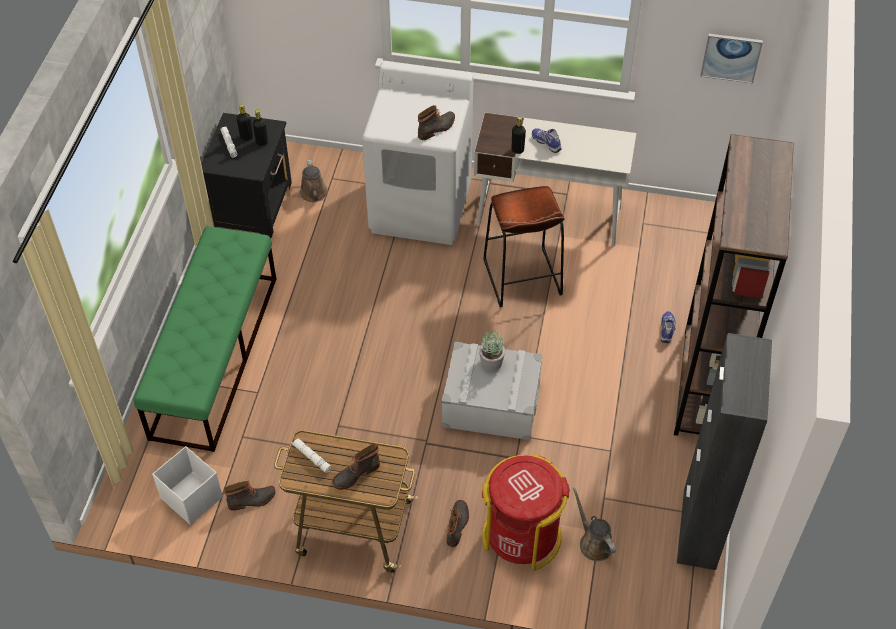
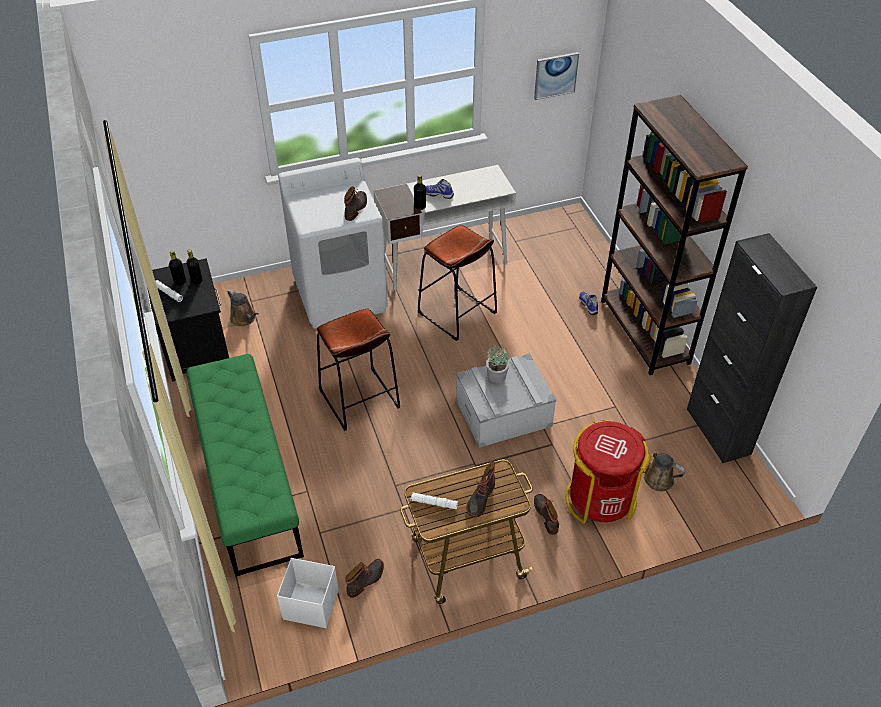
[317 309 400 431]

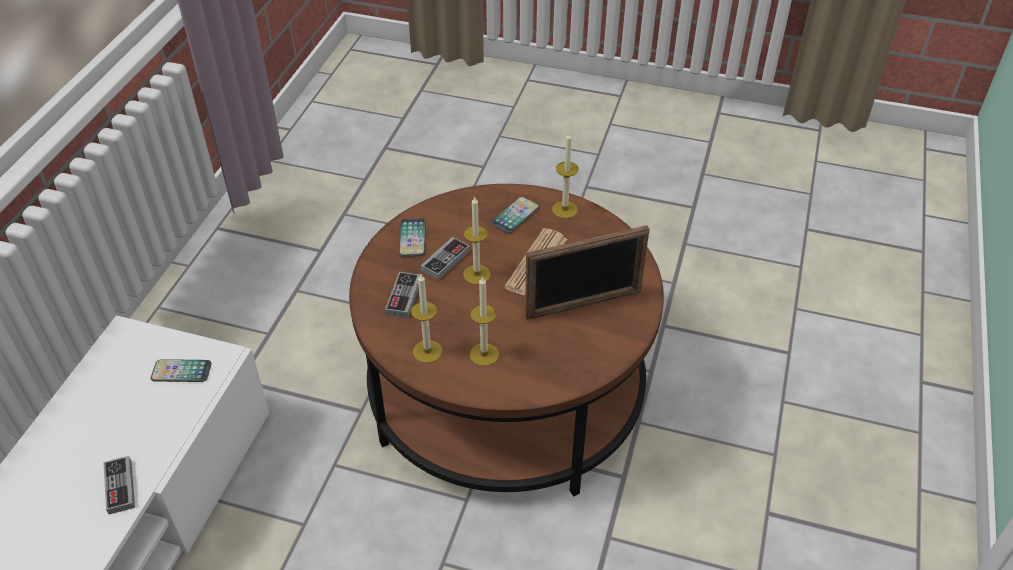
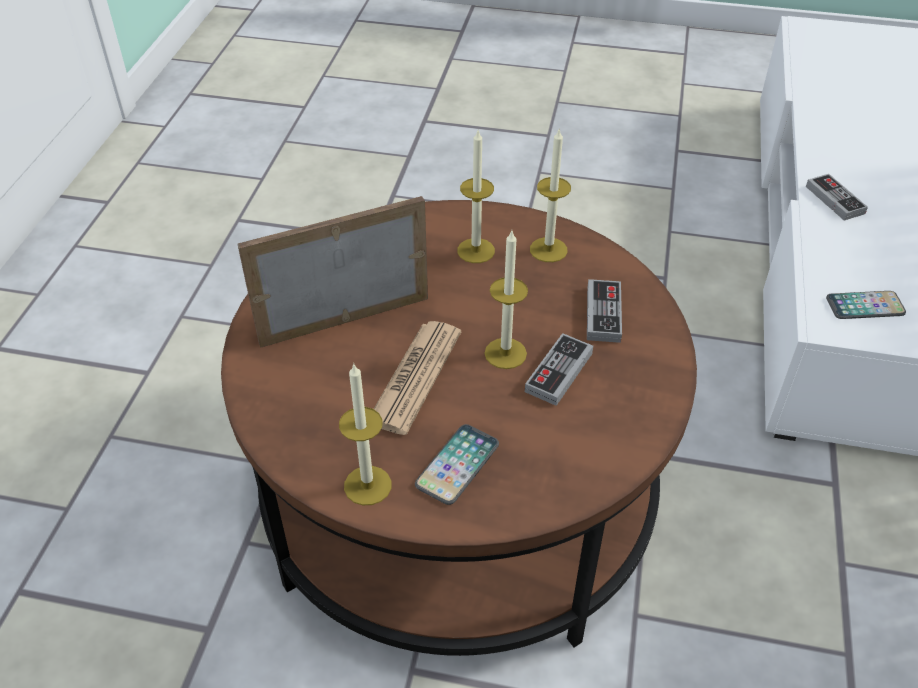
[399 218 426 257] (first image)

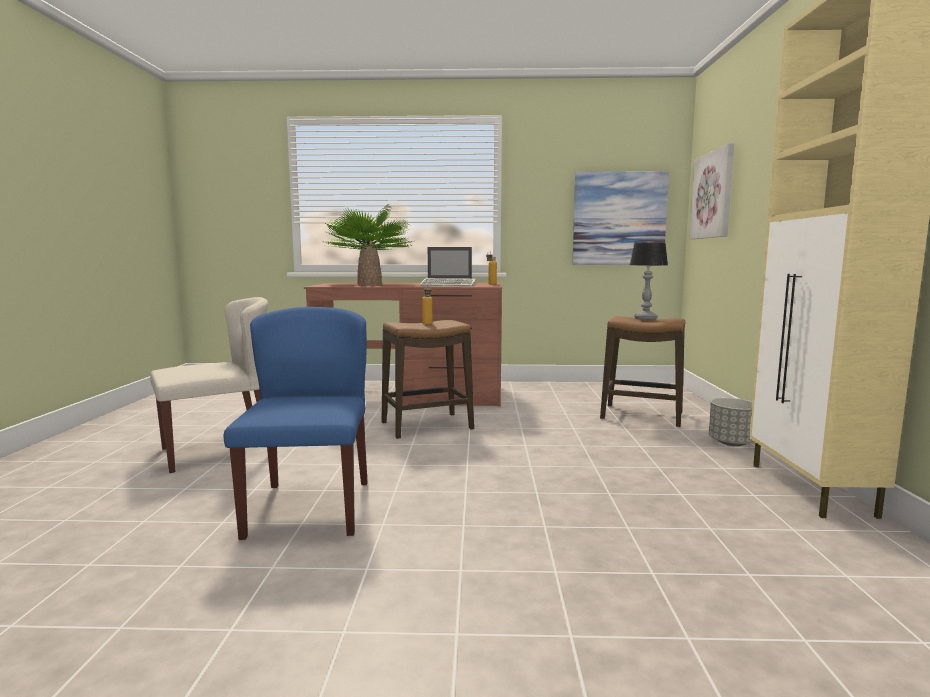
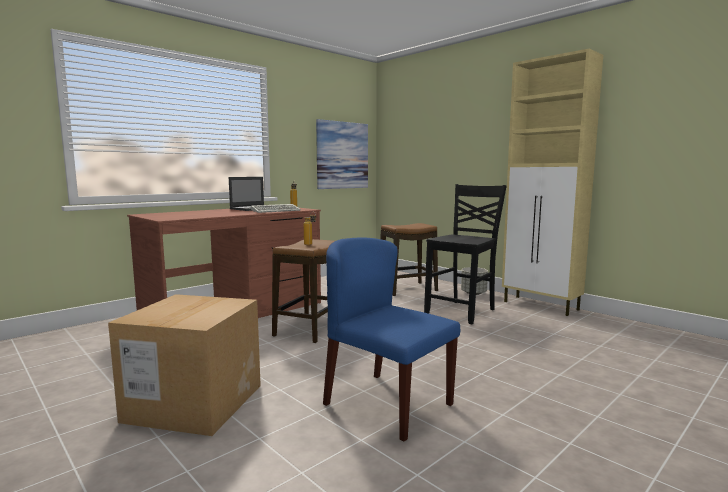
[689 143 734 239] (first image)
[322 203 412 285] (first image)
[630 242 668 320] (first image)
[108 294 261 436]
[424 184 507 325]

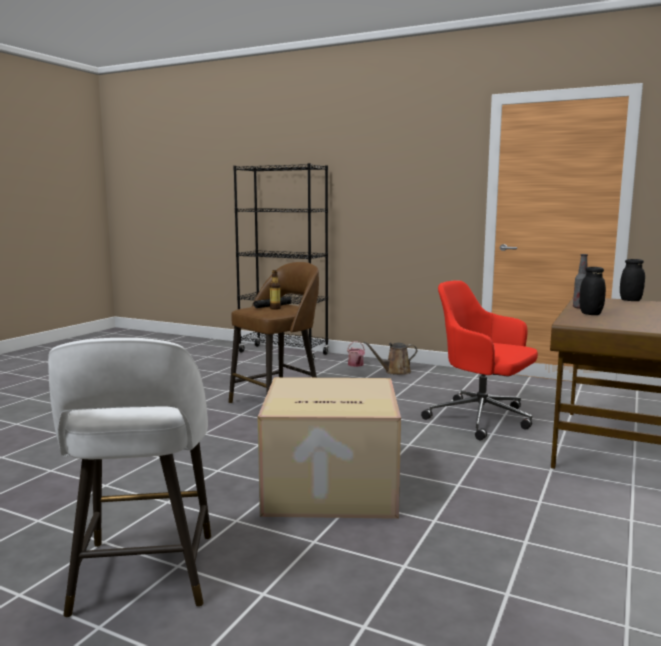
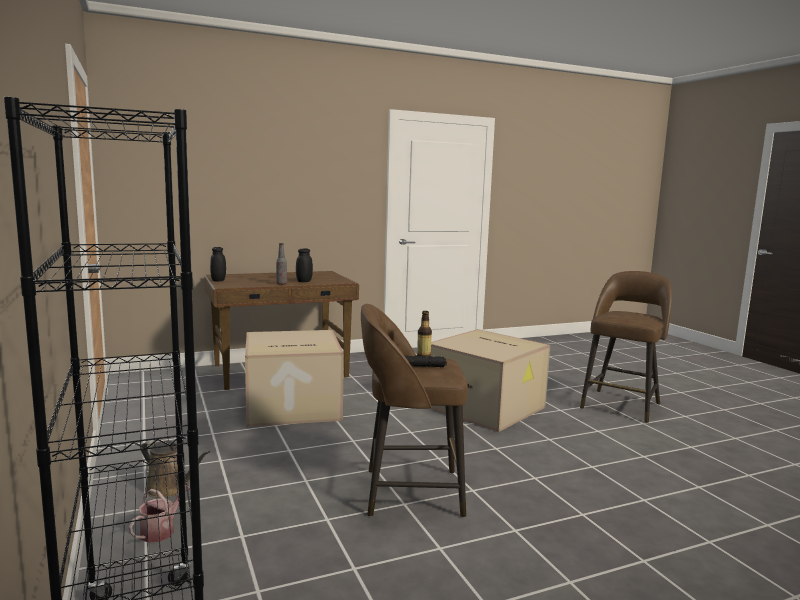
[245 330 344 427]
[580 271 672 423]

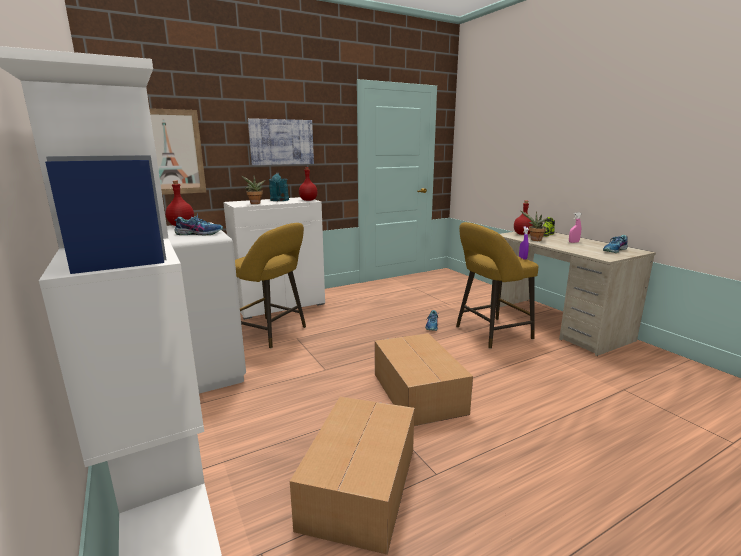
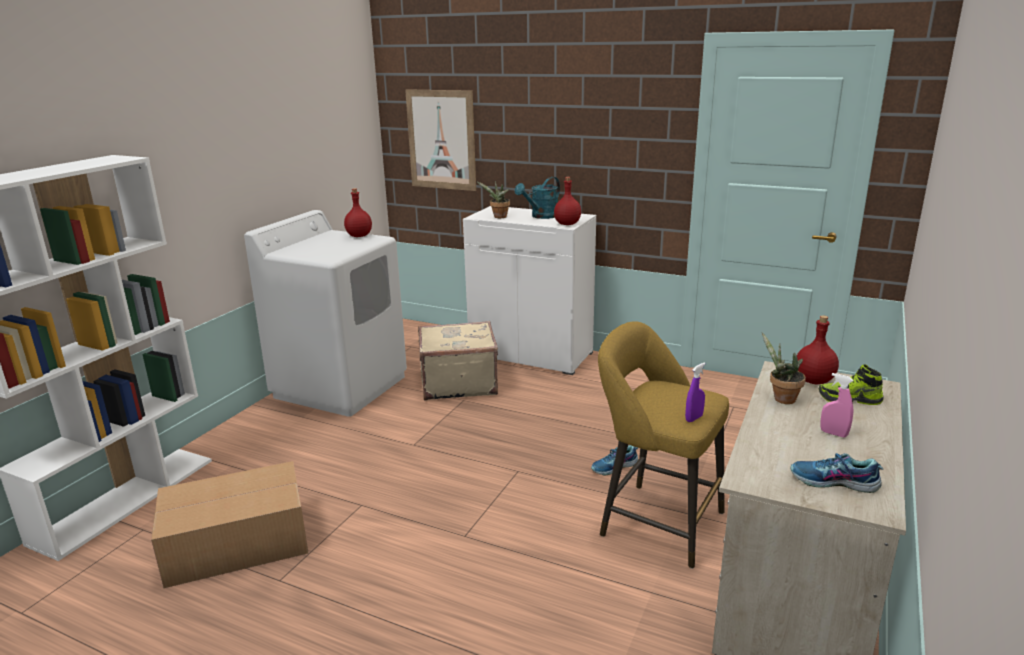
[248 118 314 165] (first image)
[174 213 223 235] (first image)
[418 321 498 401]
[375 333 473 426] (first image)

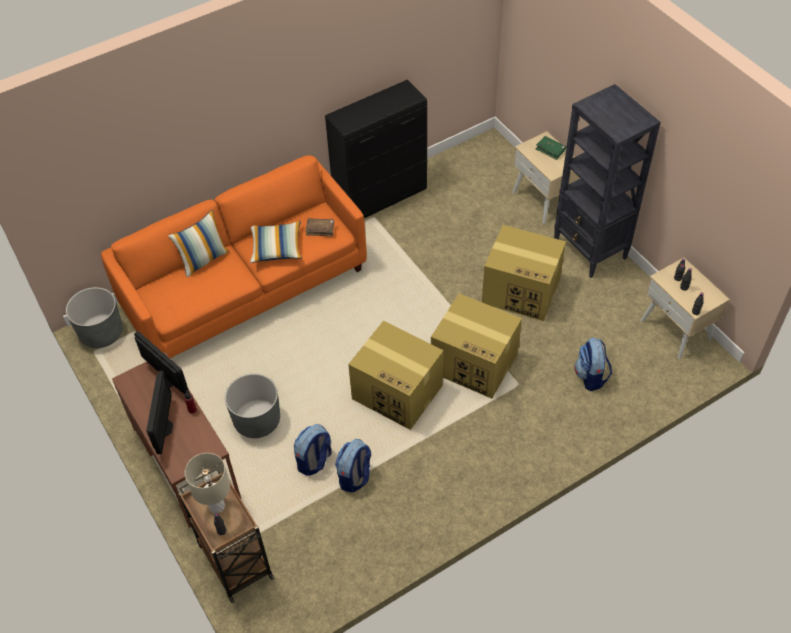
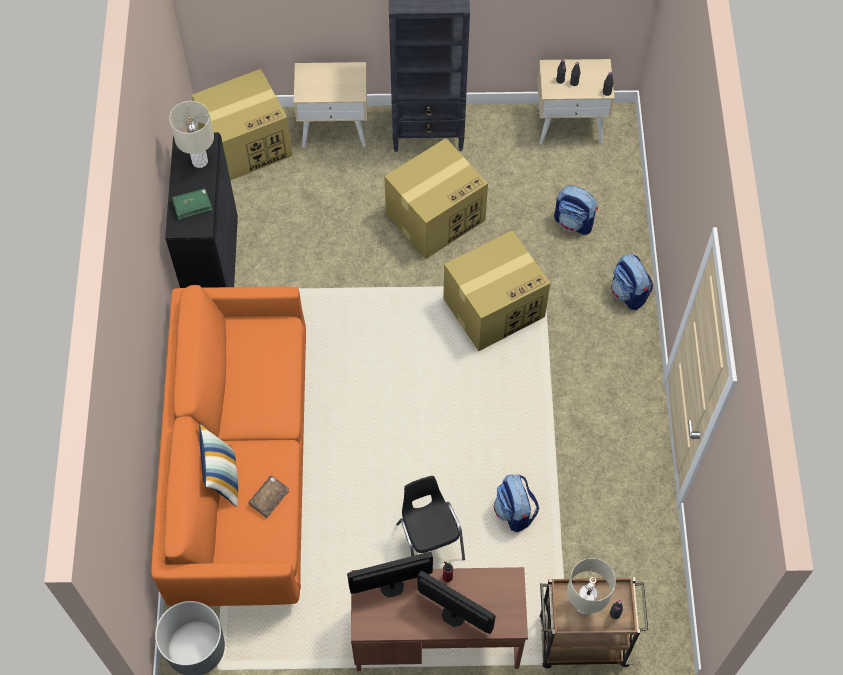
[172 188 212 220]
[248 476 289 518]
[250 221 302 263] (first image)
[192 69 292 181]
[396 476 465 561]
[611 254 653 310]
[169 101 214 168]

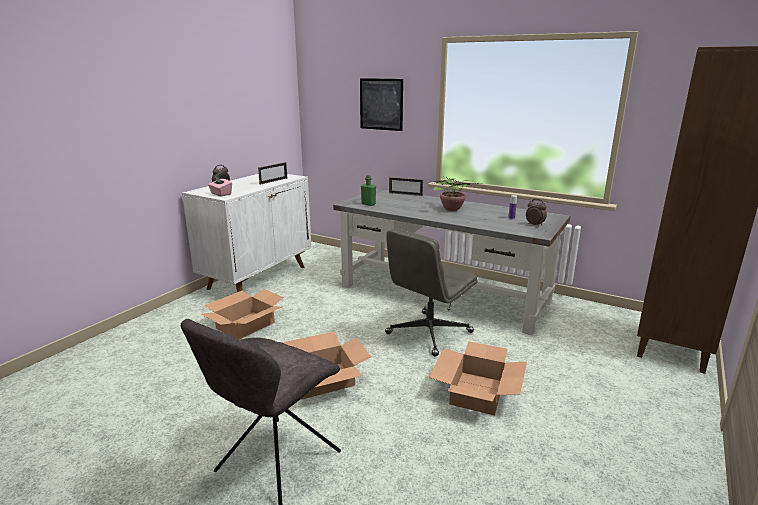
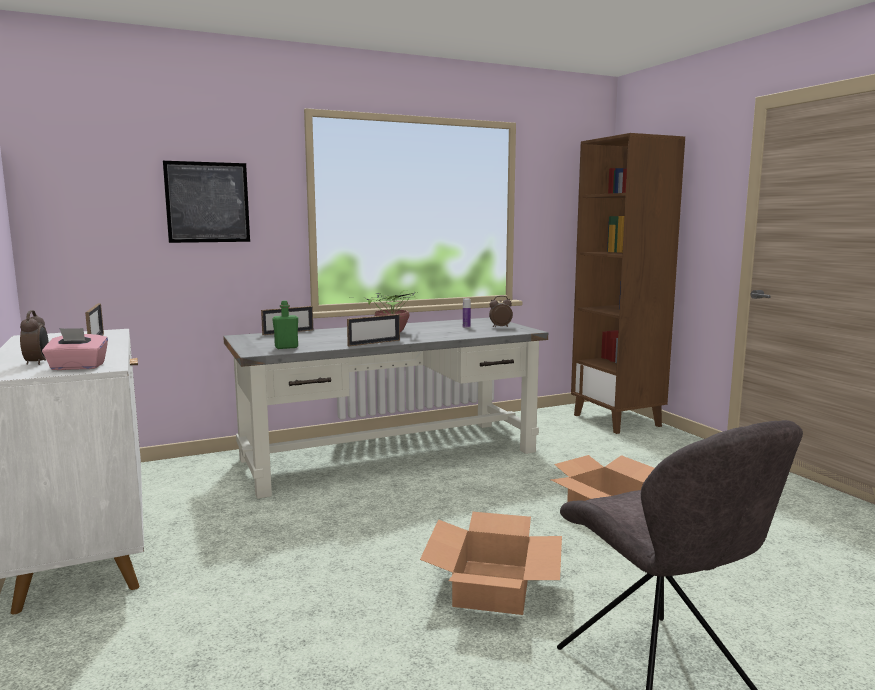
[385 228 478 357] (first image)
[201 289 284 339] (first image)
[347 314 400 346]

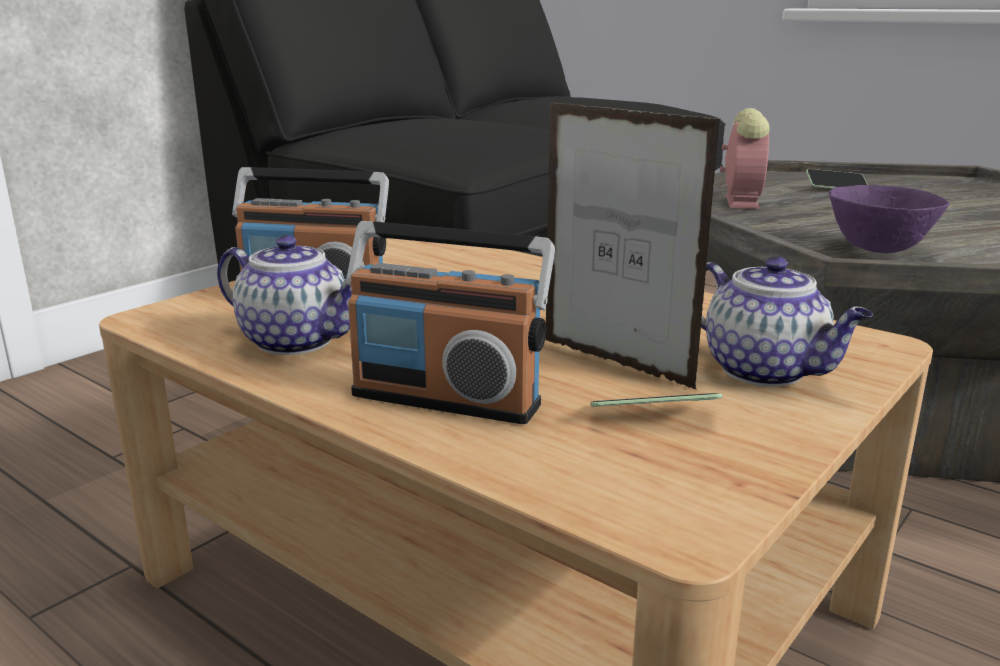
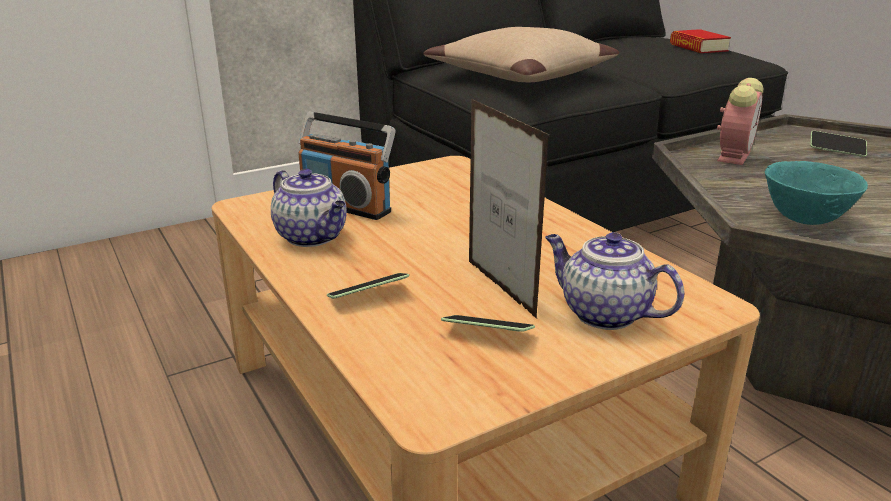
[765 161 868 225]
[327 273 409 299]
[545 232 685 330]
[423 27 619 82]
[670 29 731 53]

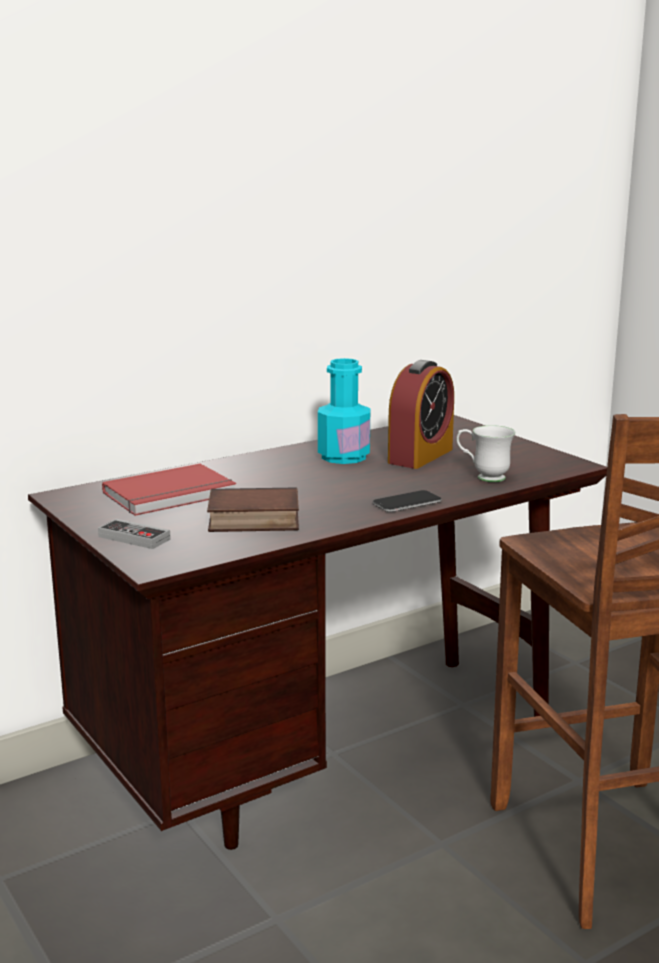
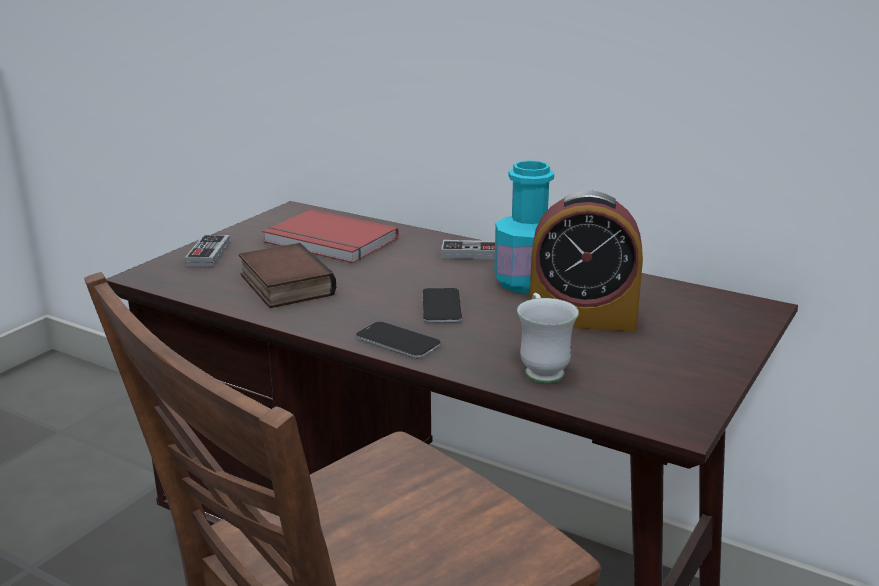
[441 240 495 260]
[422 288 462 323]

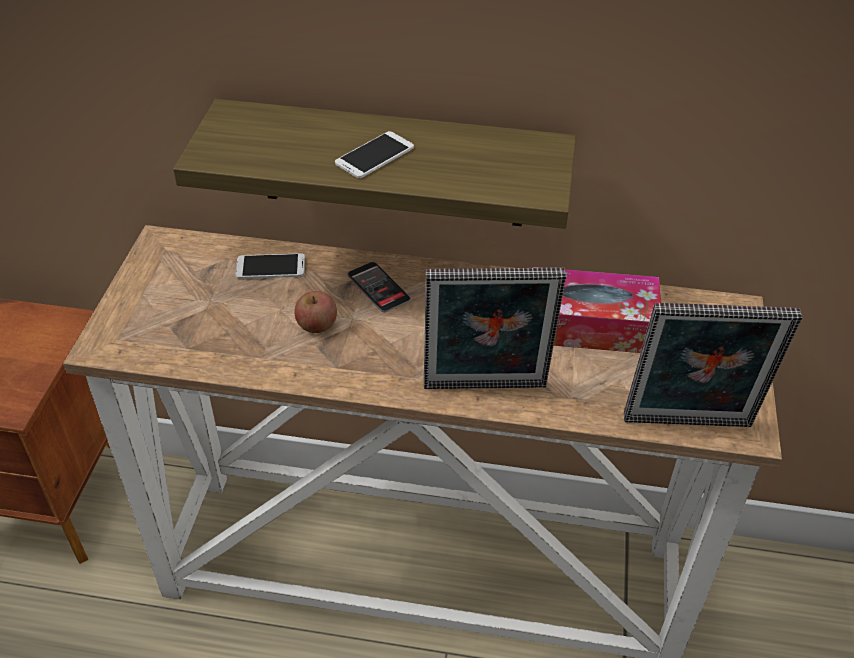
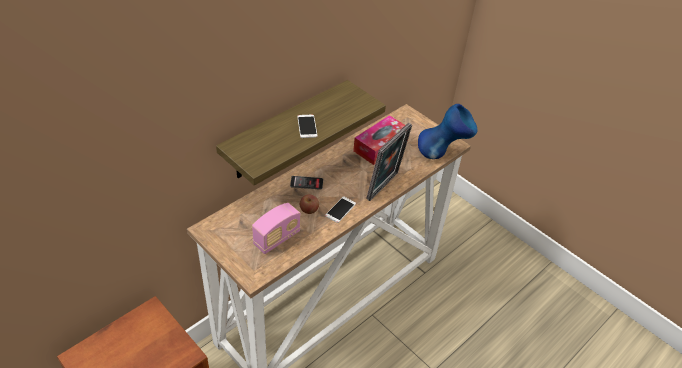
[325 197 356 223]
[418 104 477 159]
[252 203 300 254]

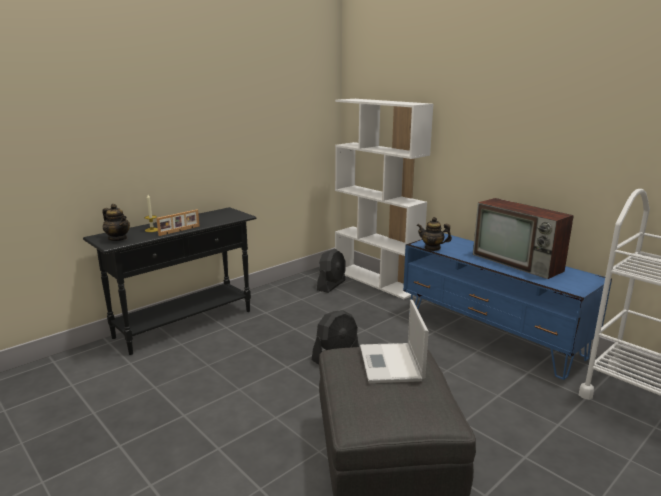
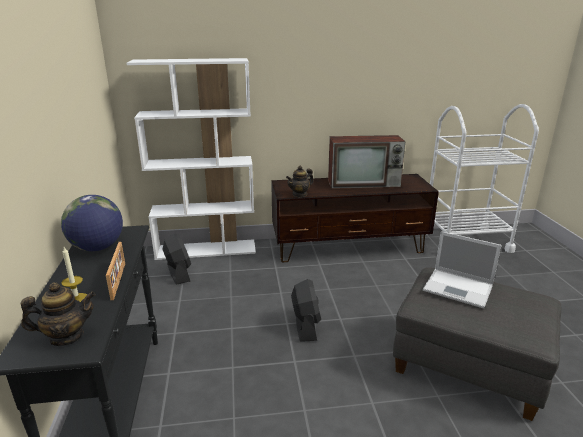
[271 174 439 262]
[61 195 123 251]

